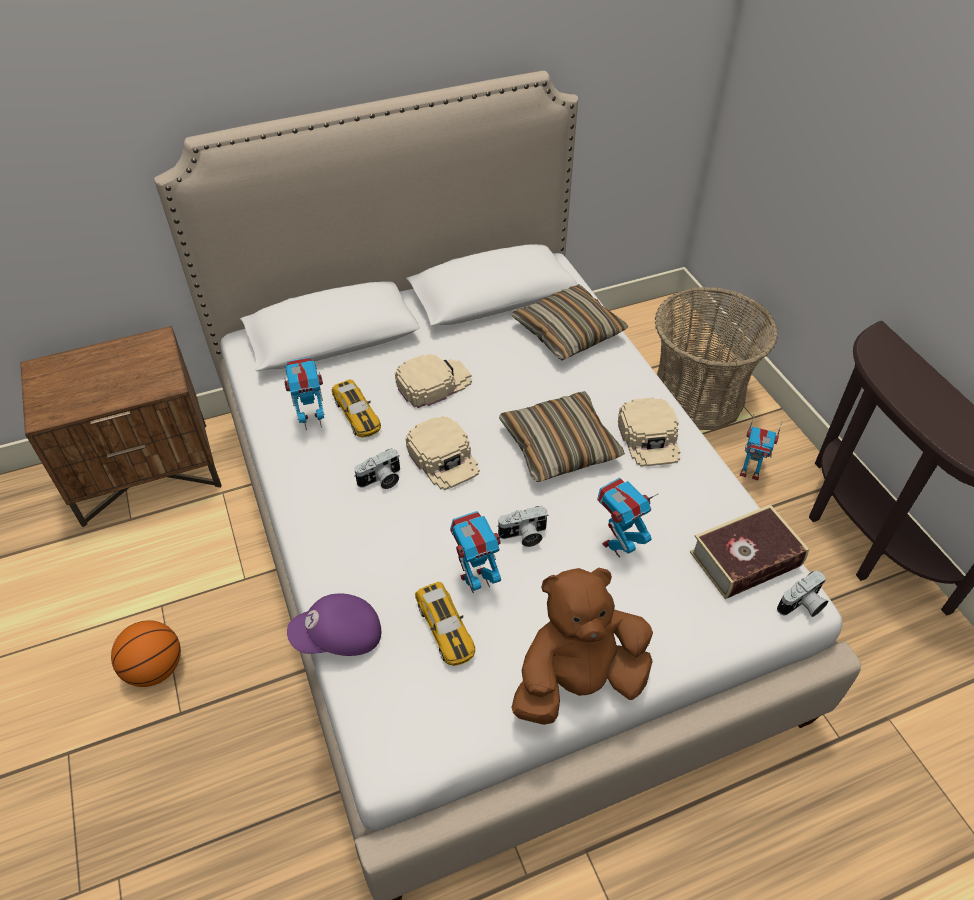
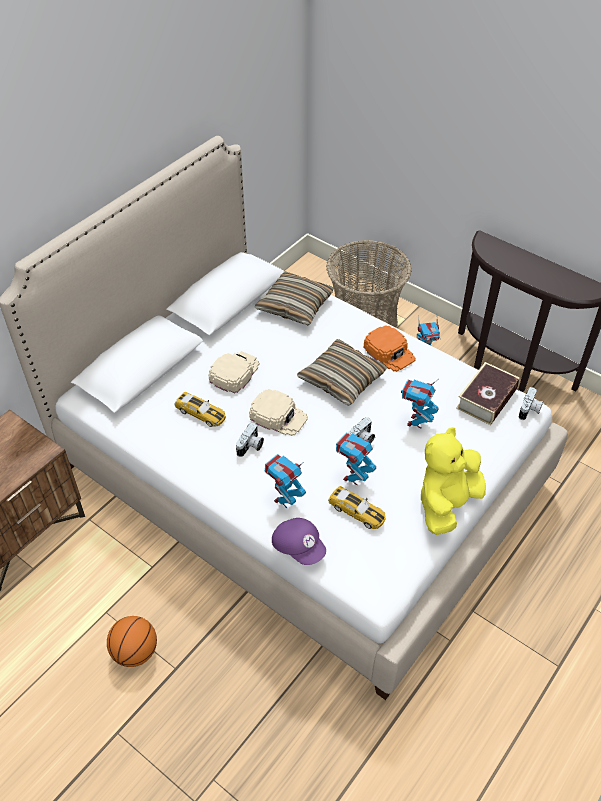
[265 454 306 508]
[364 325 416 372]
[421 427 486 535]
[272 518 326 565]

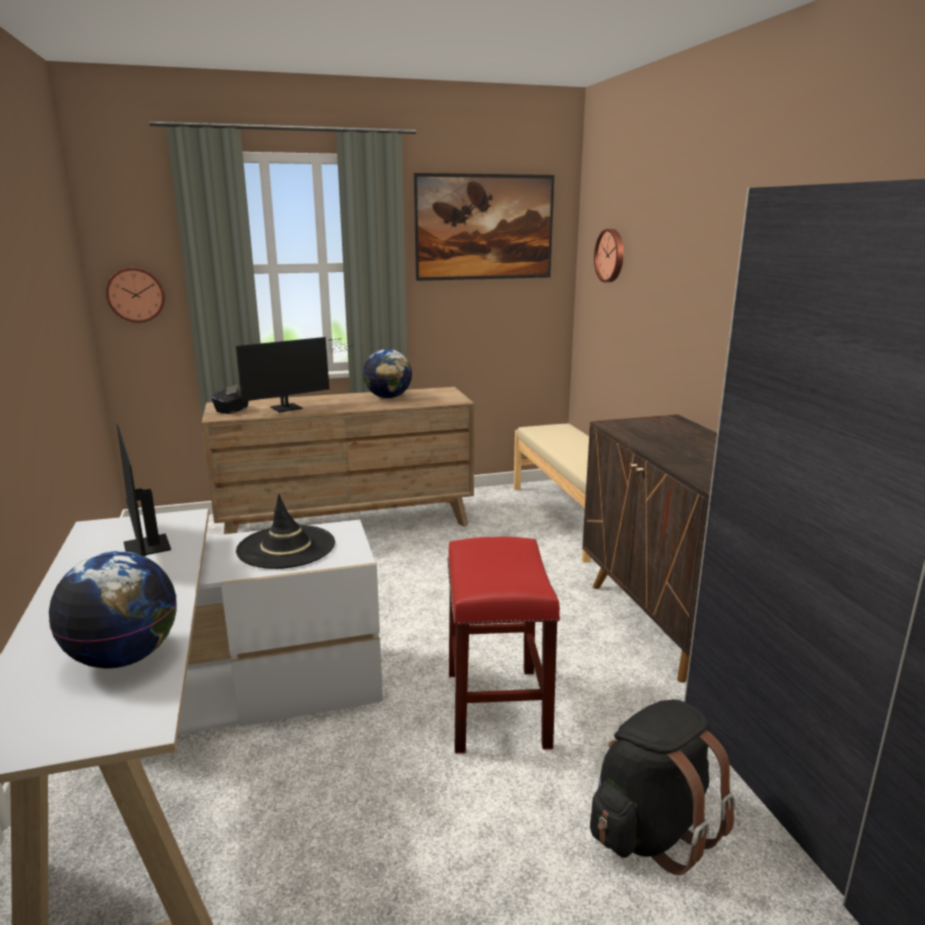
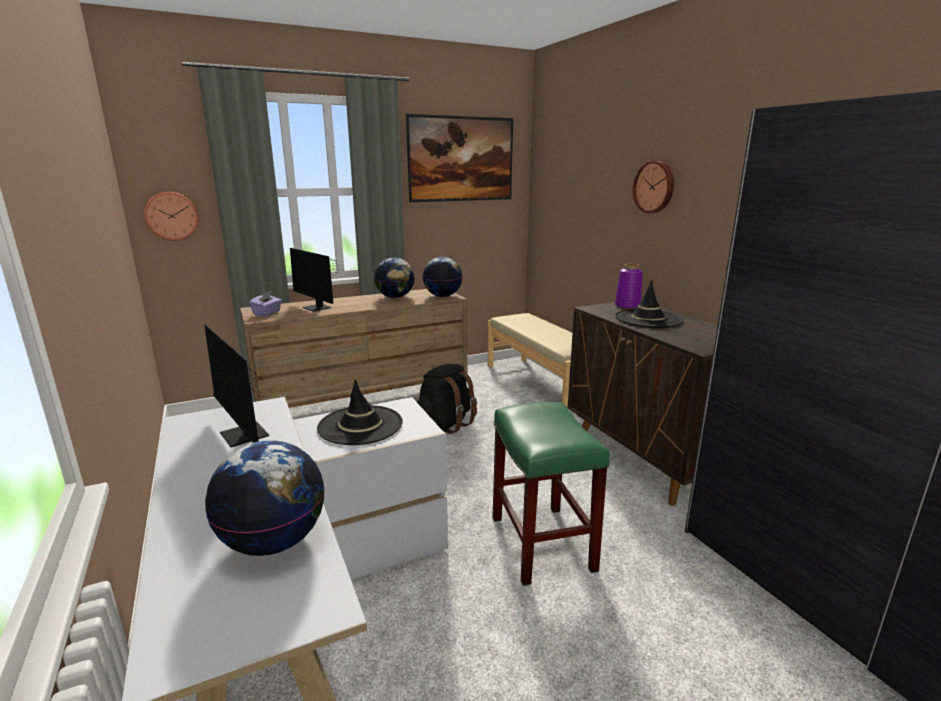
[633 161 674 213]
[290 248 343 312]
[249 291 282 316]
[492 402 610 586]
[417 364 477 434]
[422 257 463 297]
[615 263 643 309]
[615 280 683 328]

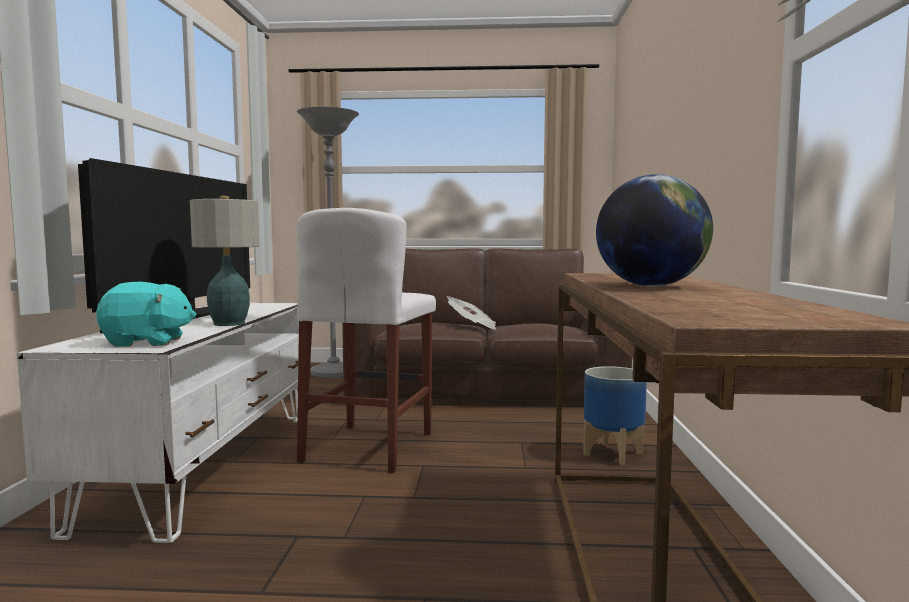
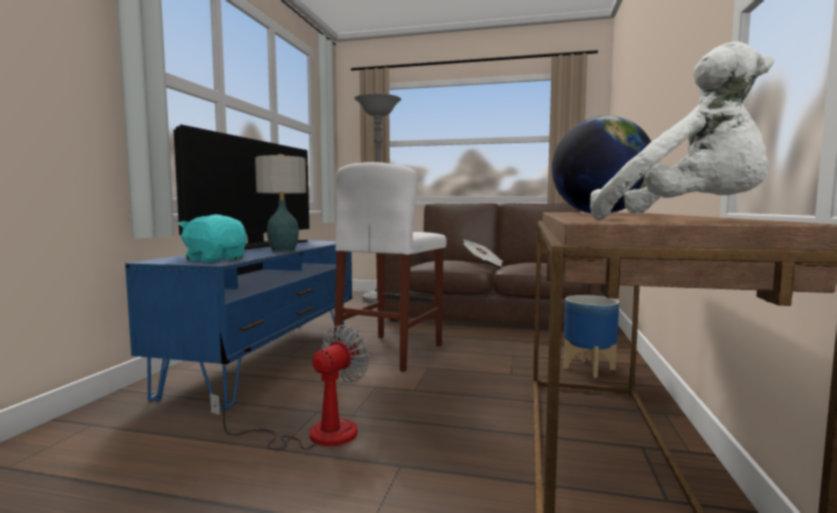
[179 214 247 263]
[125 241 352 409]
[590 41 774 220]
[210 325 369 450]

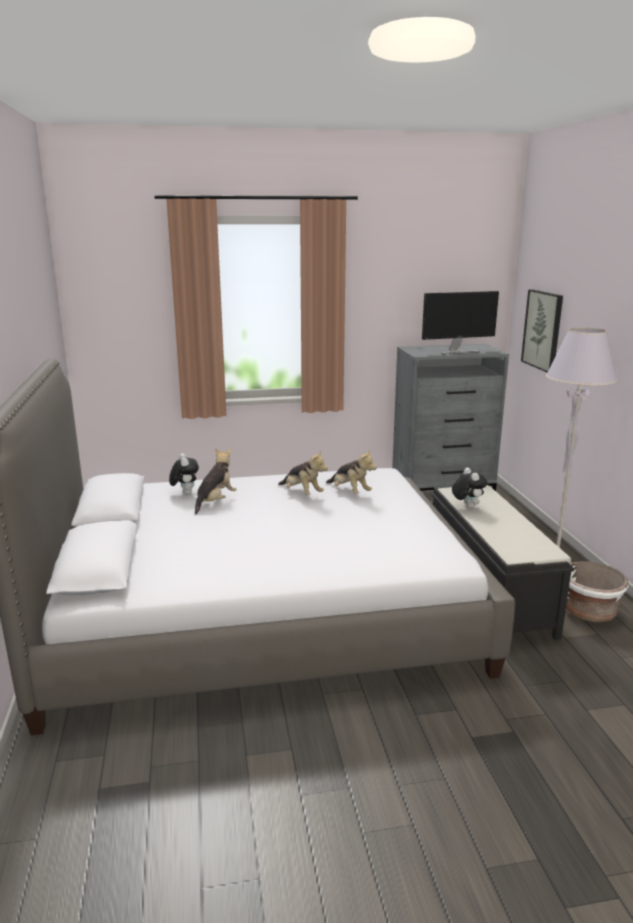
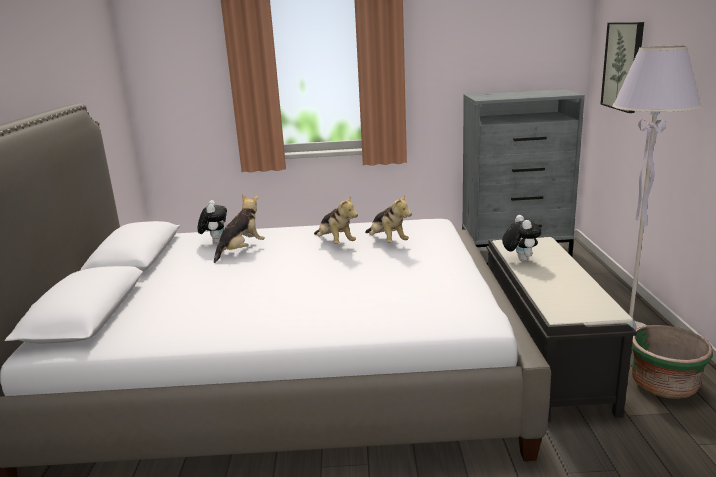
[422 291 499 354] (first image)
[632 325 713 399]

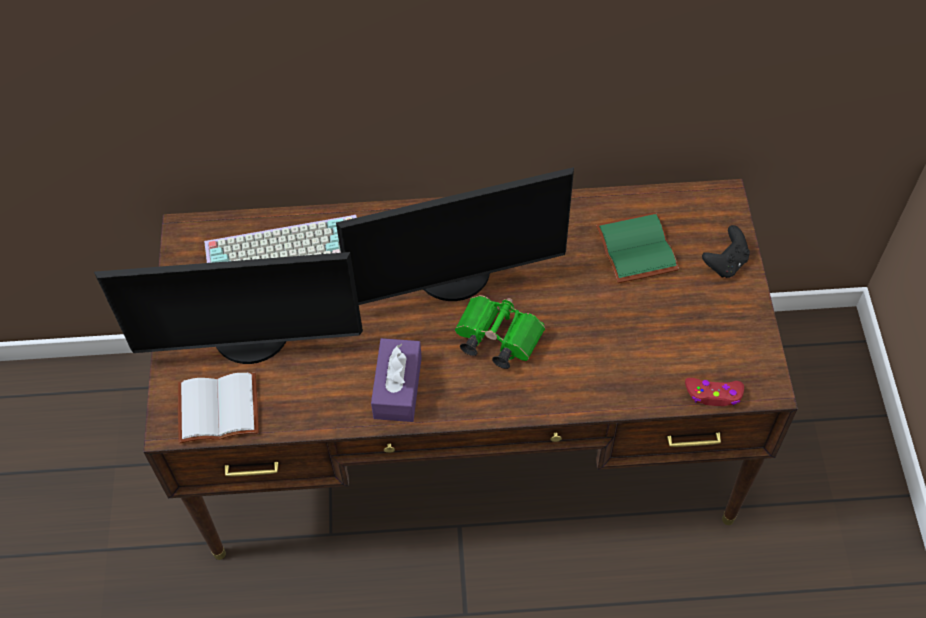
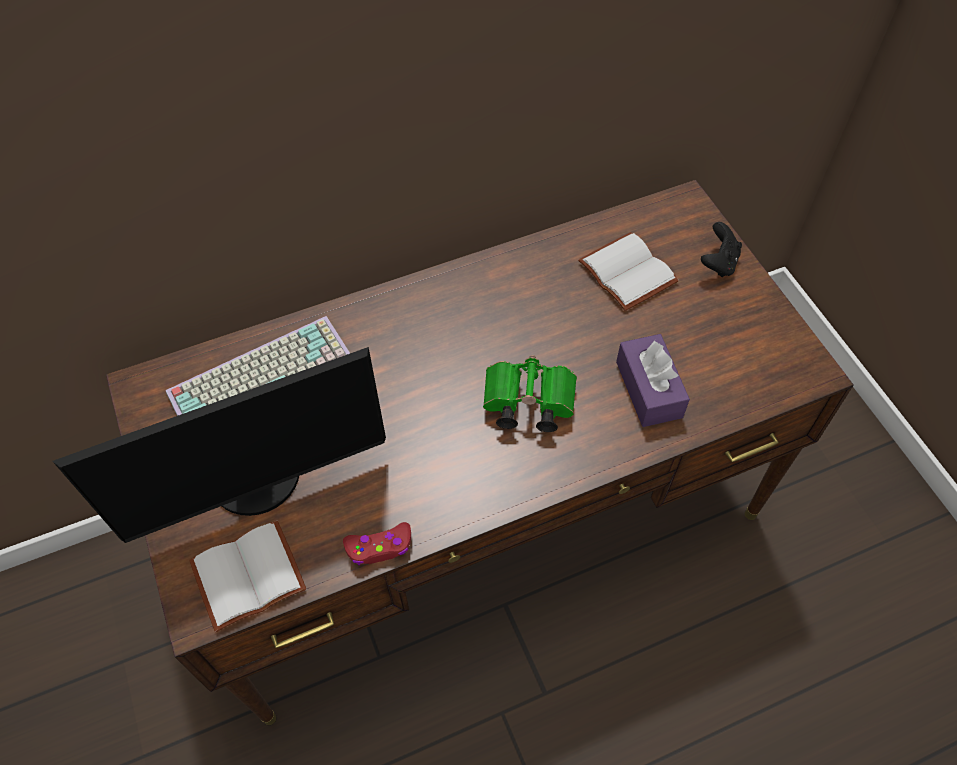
[336 167 574 305] (first image)
[578 232 679 311]
[616 334 690 427]
[343 522 411 565]

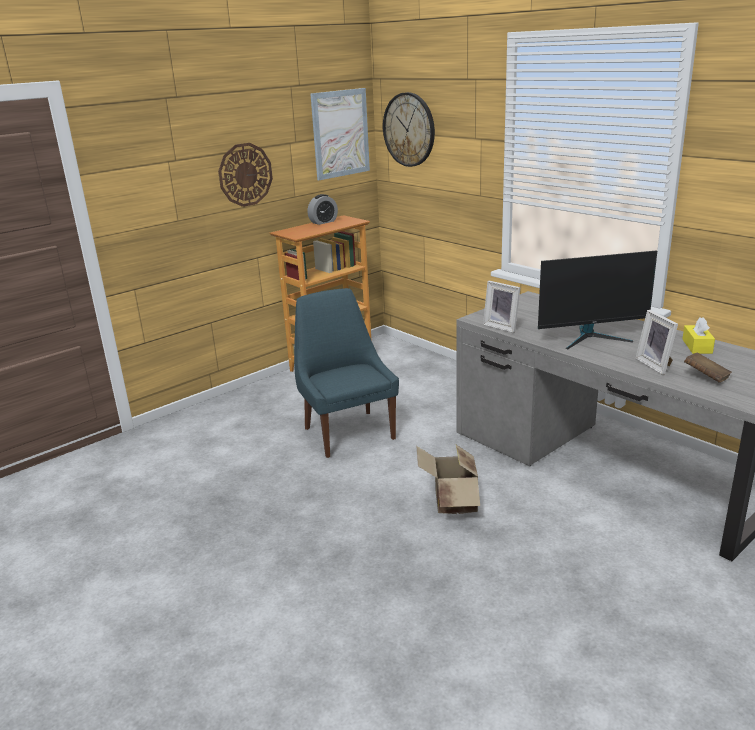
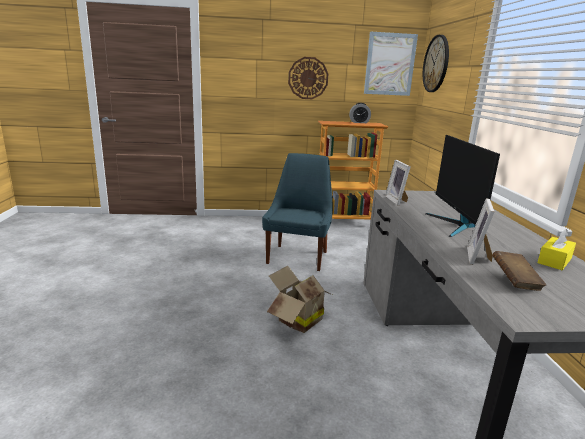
[426 135 500 237]

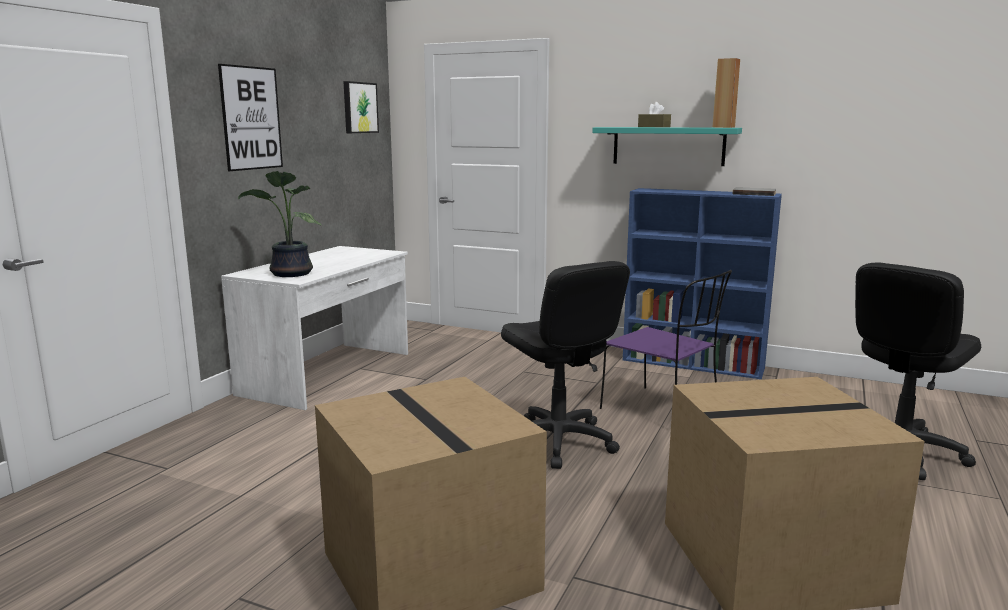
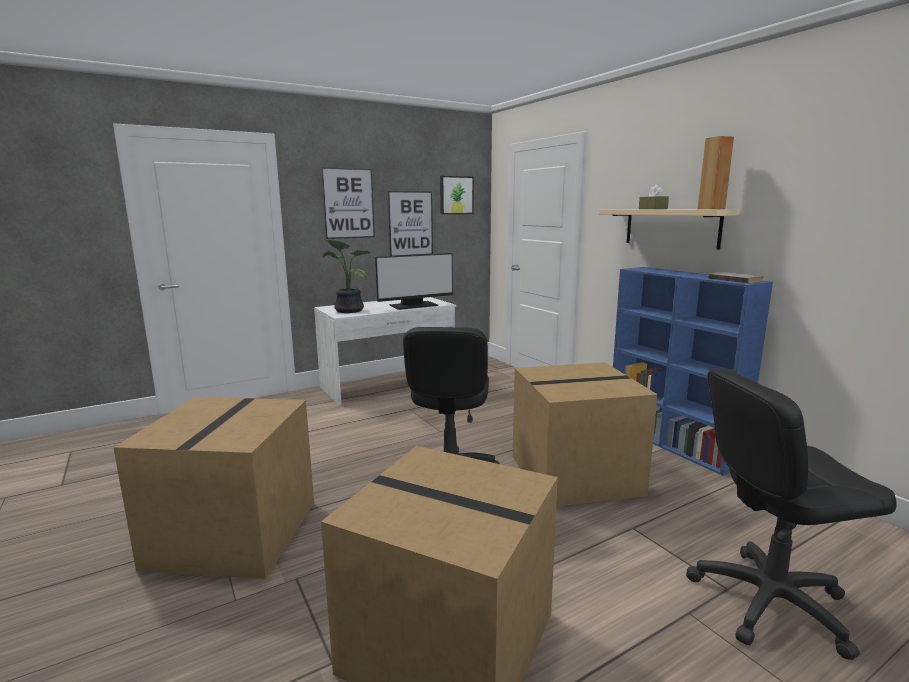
[599 209 739 249]
[512 362 658 507]
[388 191 433 256]
[375 253 453 310]

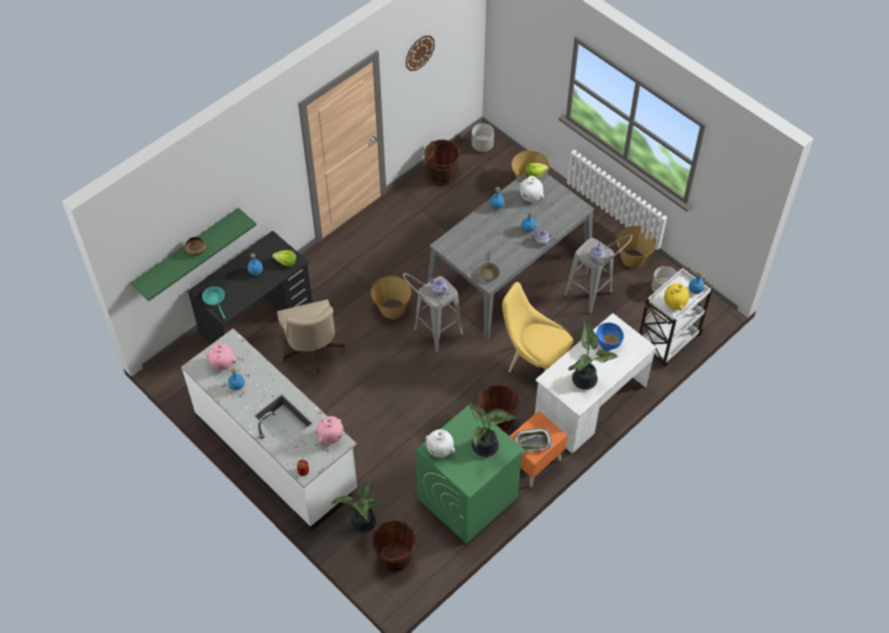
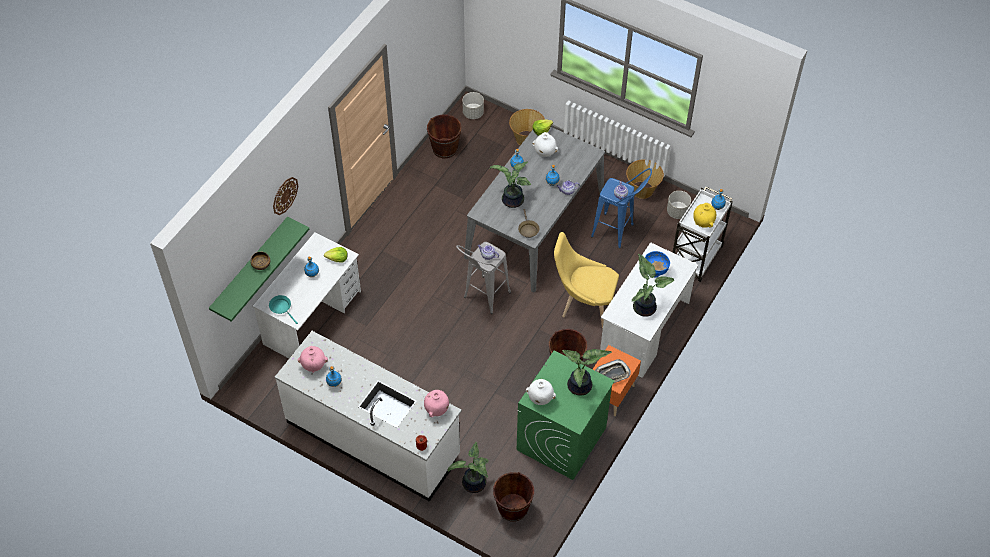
[273 177 298 215]
[253 232 361 358]
[591 168 652 249]
[371 276 412 319] (first image)
[277 299 345 375] (first image)
[490 161 531 208]

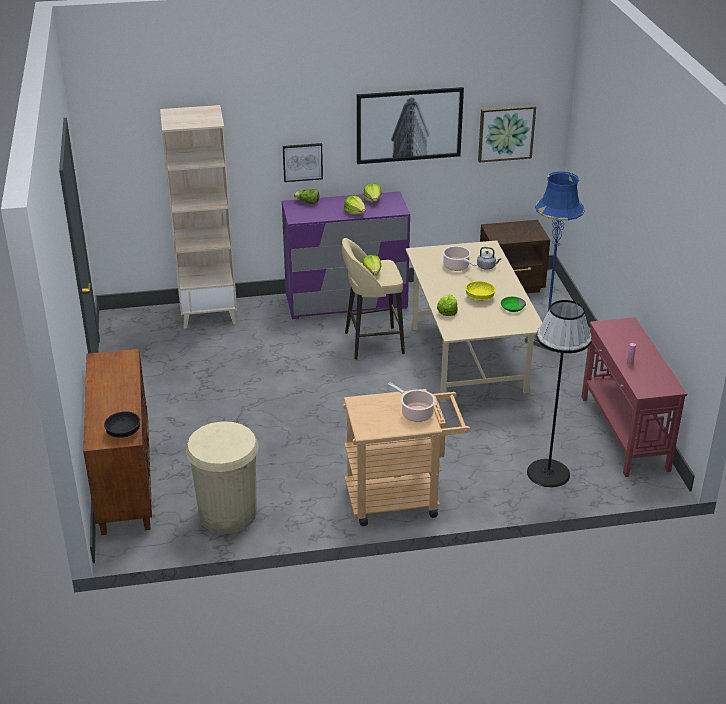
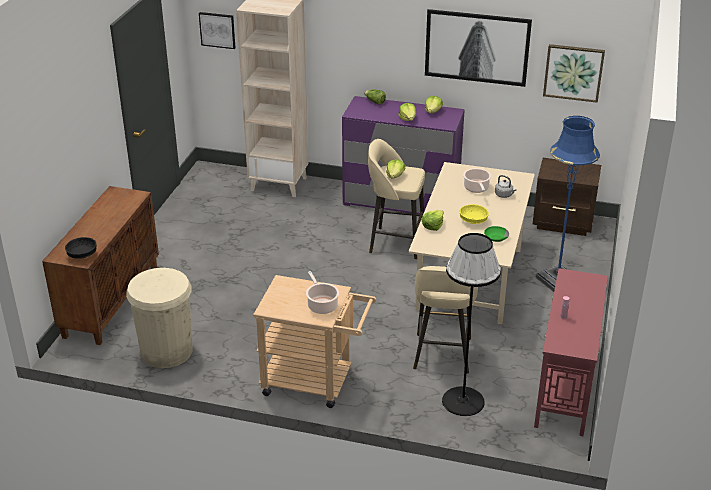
[199 12 235 49]
[413 266 478 374]

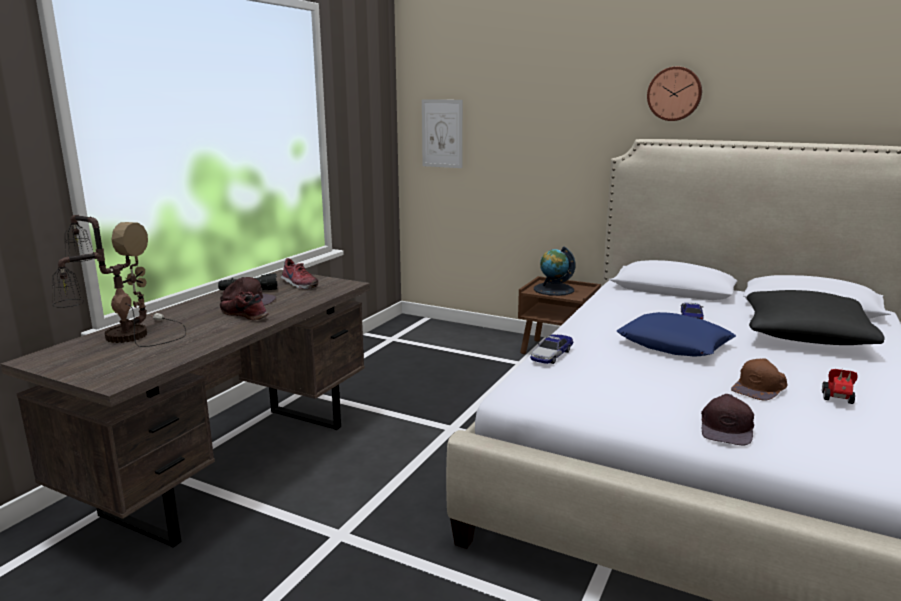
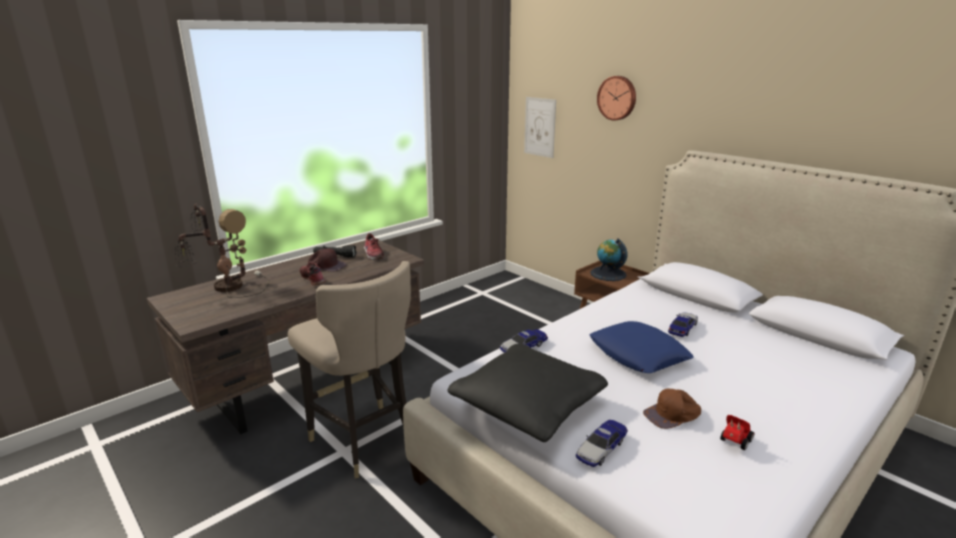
[597 76 636 120]
[447 344 608 442]
[576 420 628 467]
[288 261 411 478]

